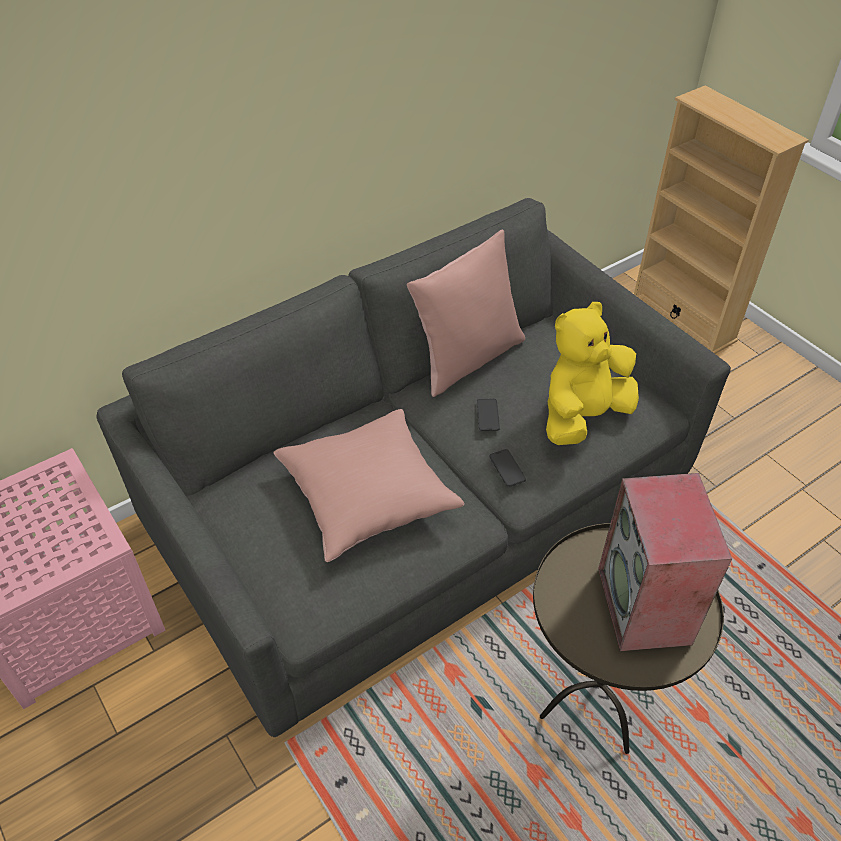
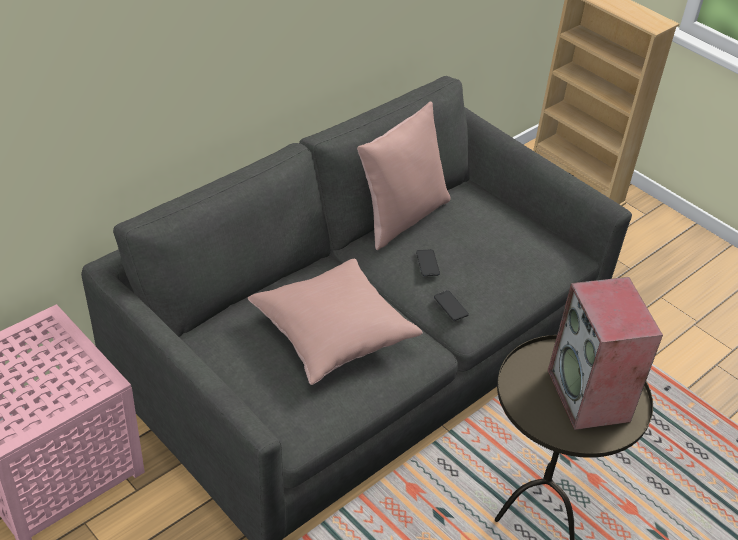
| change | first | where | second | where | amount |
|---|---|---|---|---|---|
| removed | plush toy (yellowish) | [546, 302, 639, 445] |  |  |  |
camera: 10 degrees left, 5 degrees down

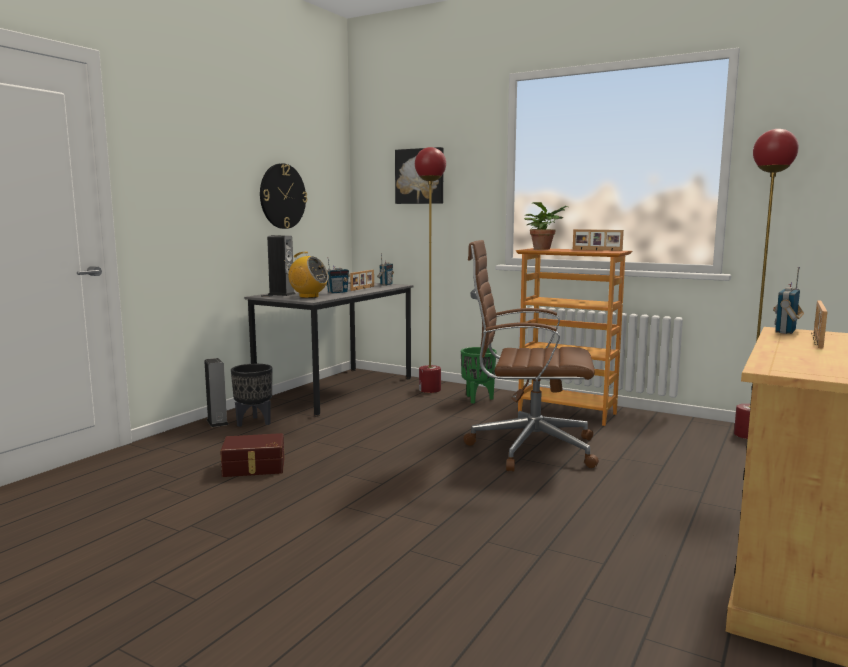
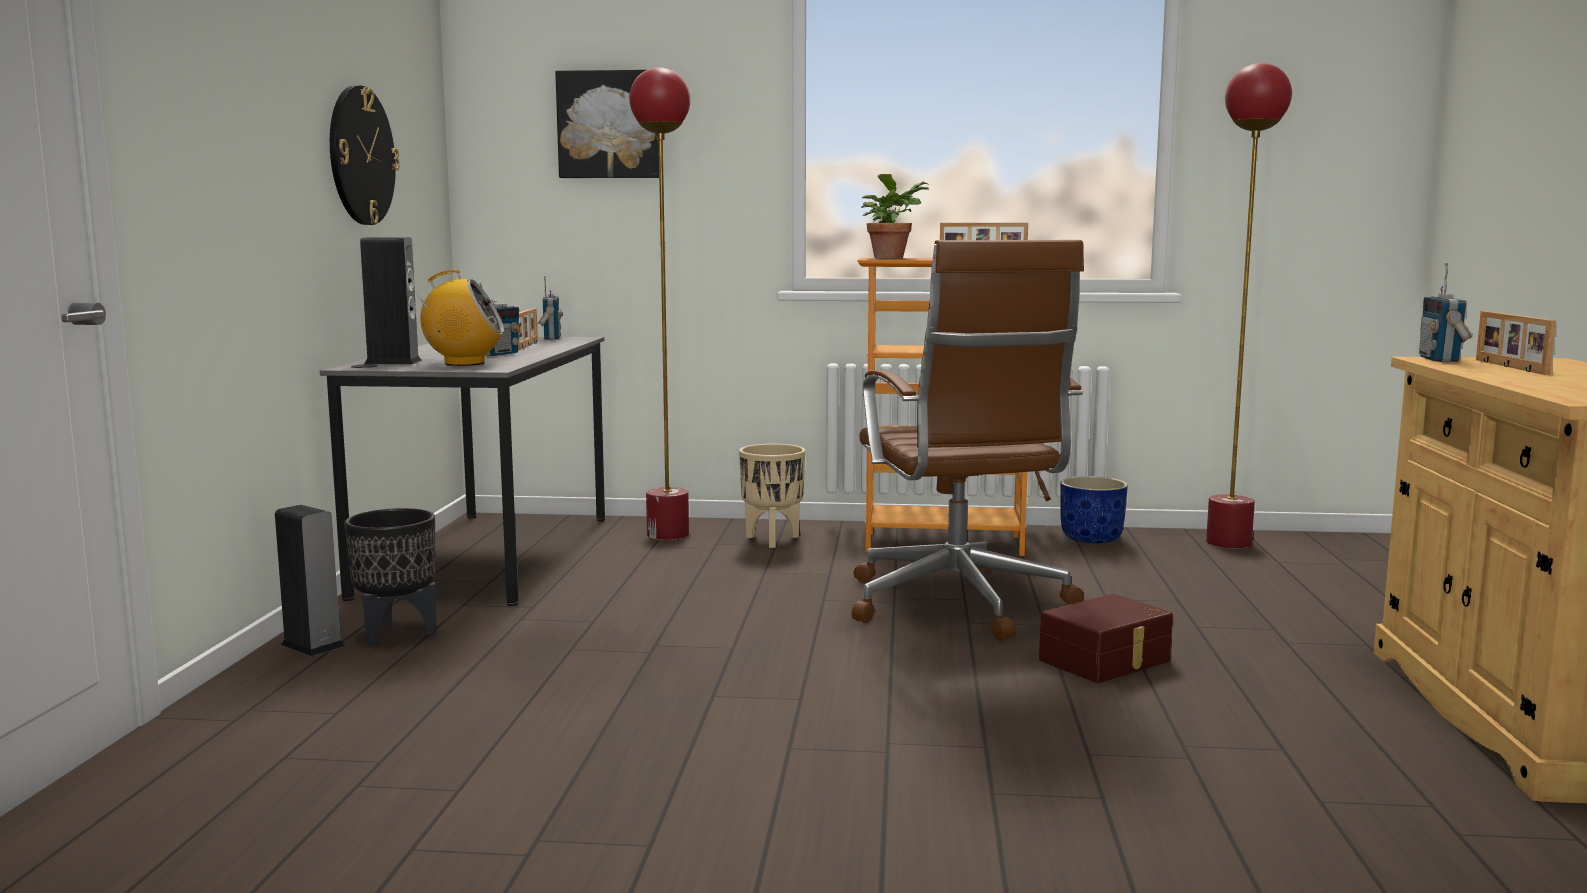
| change | first | where | second | where | amount |
|---|---|---|---|---|---|
| turned | computer chair (brownish) | [463, 240, 599, 472] |  | [851, 240, 1084, 640] | 90 degrees counterclockwise |
| recoloured | flower pot (greenish) | [461, 347, 496, 403] | flower pot (sand-coloured) | [739, 444, 805, 548] |  |
| moved | storage box (brownish) | [220, 433, 285, 477] |  | [1039, 594, 1173, 683] |  |
| added |  |  | flower pot (blue-coloured) | [1060, 476, 1128, 543] |  |
camera: 25 degrees left, 0 degrees up

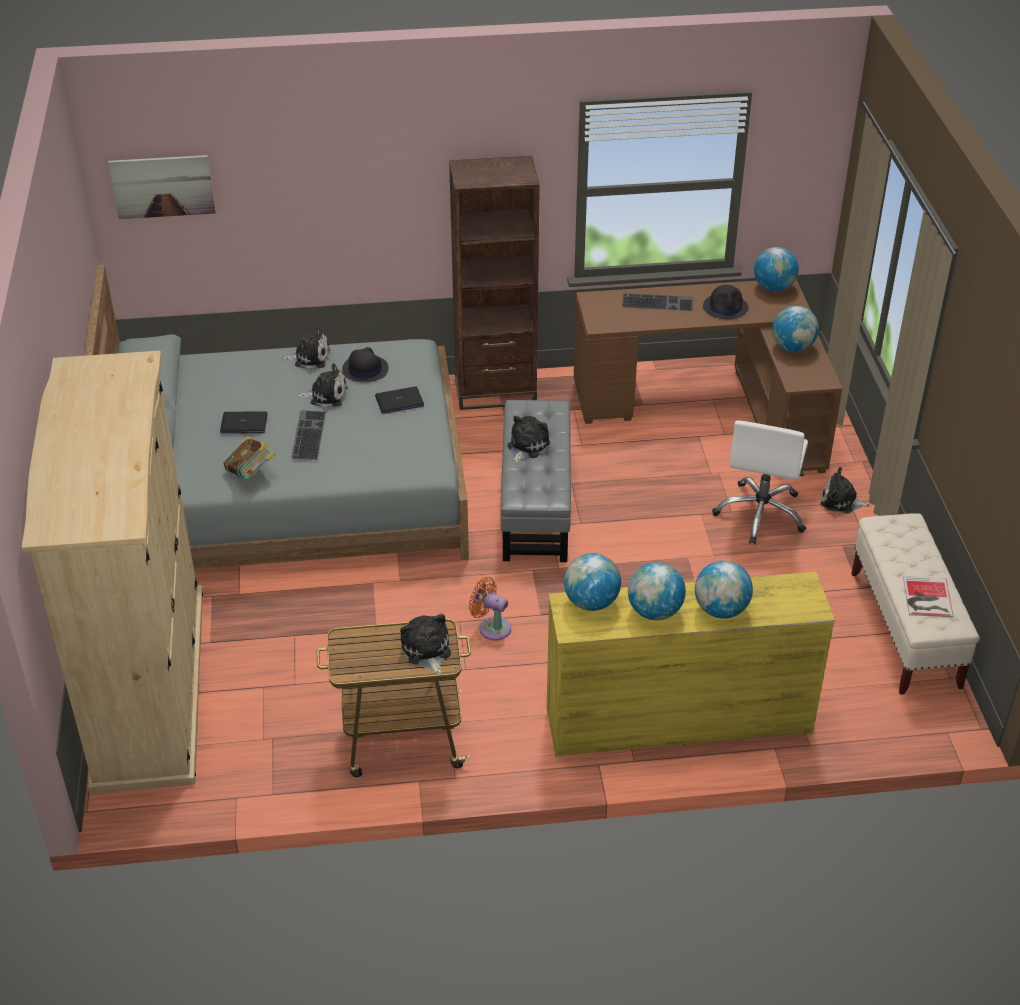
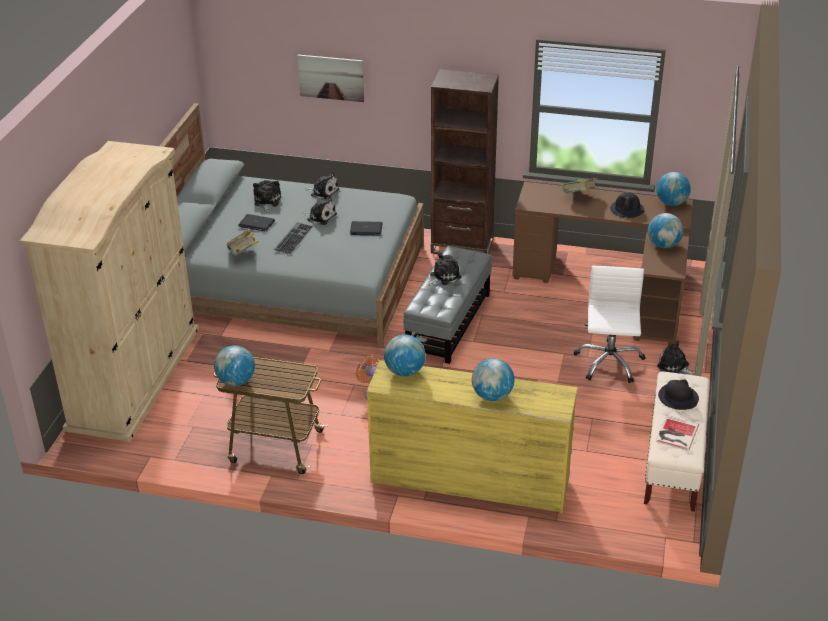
| change | first | where | second | where | amount |
|---|---|---|---|---|---|
| moved | wall picture | [108, 155, 216, 219] |  | [297, 55, 364, 102] |  |
| replaced | keyboard | [622, 293, 693, 311] | book | [562, 178, 599, 193] |  |
| moved | wearable hat (black) | [342, 347, 389, 382] |  | [658, 379, 699, 410] |  |
| turned | computer chair (whitish) | [712, 421, 808, 544] |  | [574, 266, 645, 383] | 150 degrees clockwise |
| moved | desk globe | [628, 562, 686, 620] |  | [214, 345, 255, 386] |  |
| moved | plush toy | [400, 614, 451, 675] |  | [253, 180, 281, 212] |  |
camera: 20 degrees right, 5 degrees down

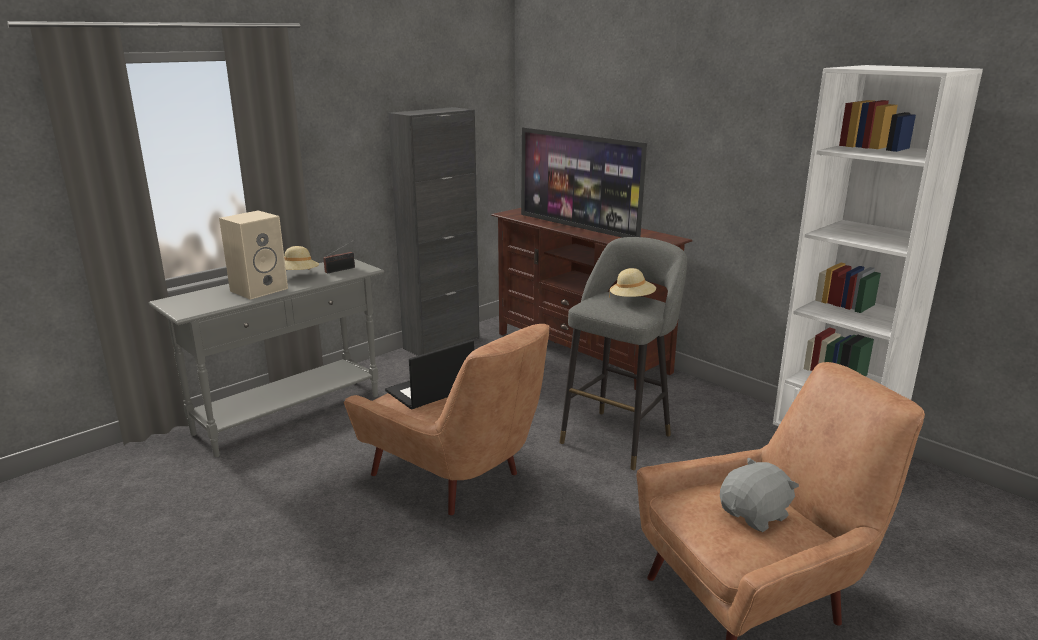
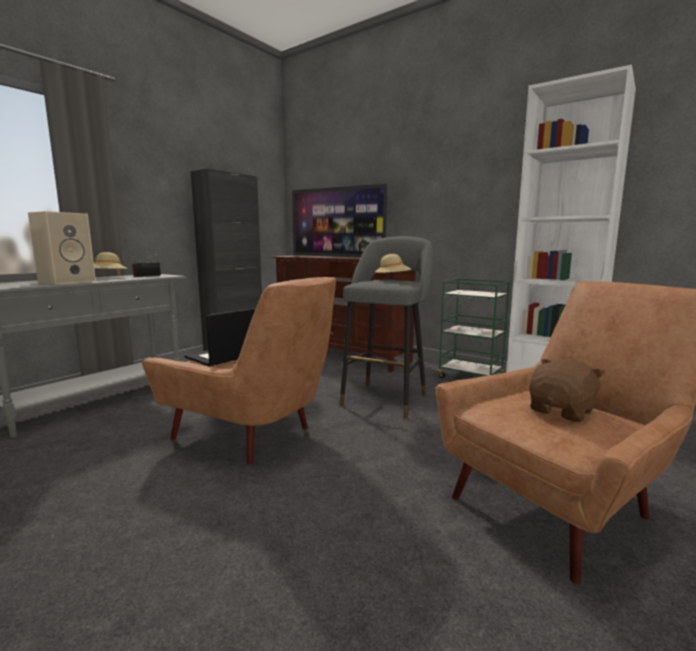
| change | first | where | second | where | amount |
|---|---|---|---|---|---|
| recoloured | plush toy (gray) | [720, 457, 799, 532] | plush toy (brownish) | [529, 359, 606, 422] |  |
| added |  |  | trolley (greenish) | [437, 278, 510, 379] |  |
camera: 10 degrees left, 10 degrees down

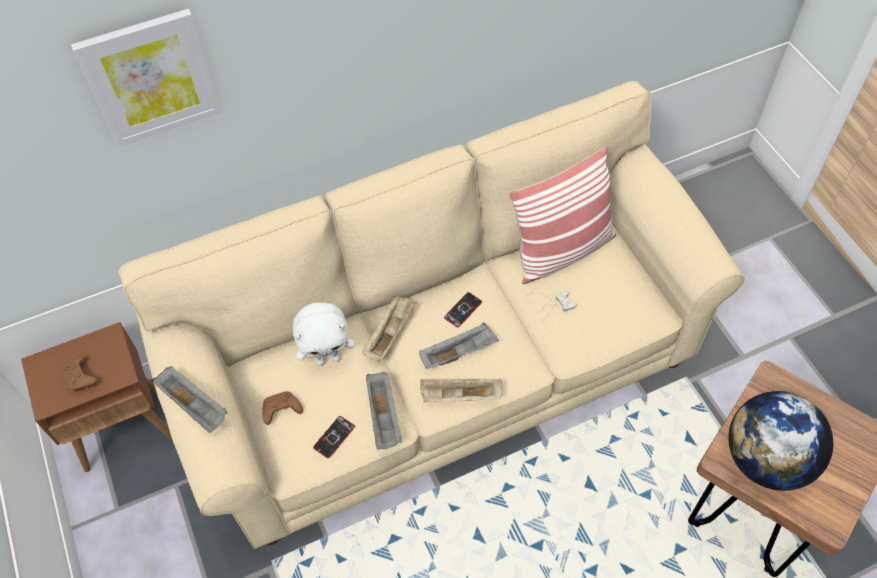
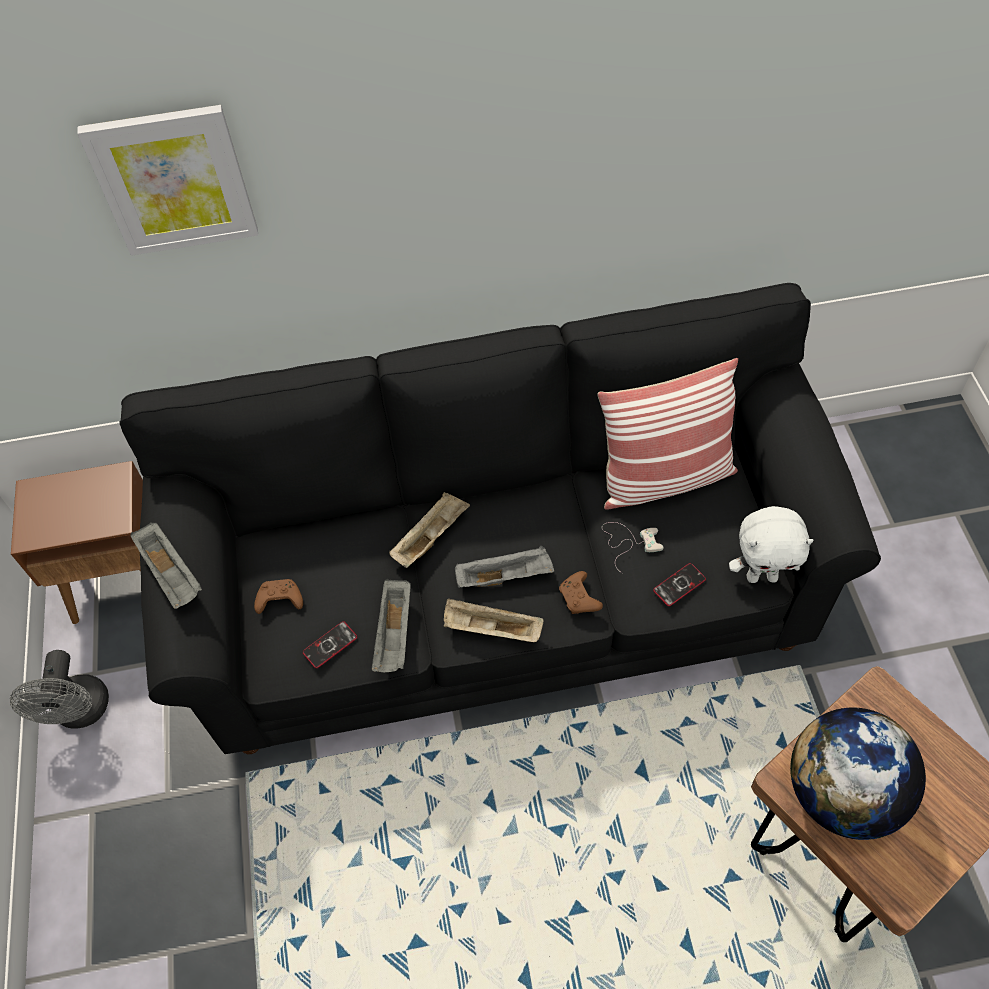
| change | first | where | second | where | amount |
|---|---|---|---|---|---|
| recoloured | sofa (sand-coloured) | [118, 81, 745, 549] | sofa (black) | [119, 283, 881, 754] |  |
| moved | phone | [444, 292, 482, 327] |  | [653, 563, 706, 606] |  |
| moved | plush toy (whitish) | [293, 302, 355, 366] |  | [729, 506, 814, 583] |  |
| moved | gamepad (brownish) | [62, 356, 98, 392] |  | [559, 571, 603, 614] |  |
| added |  |  | fan (gray) | [10, 650, 109, 728] |  |
camera: 15 degrees right, 0 degrees up

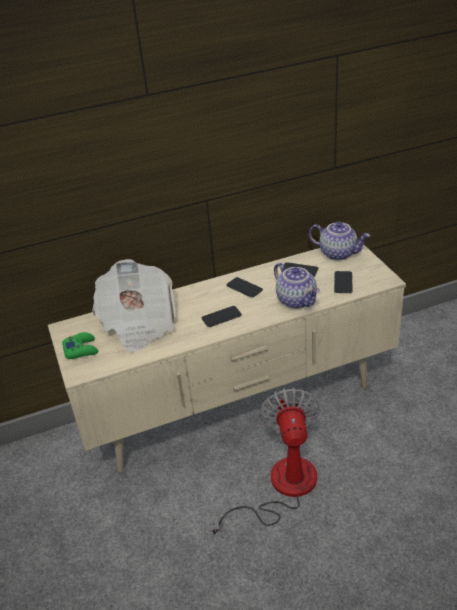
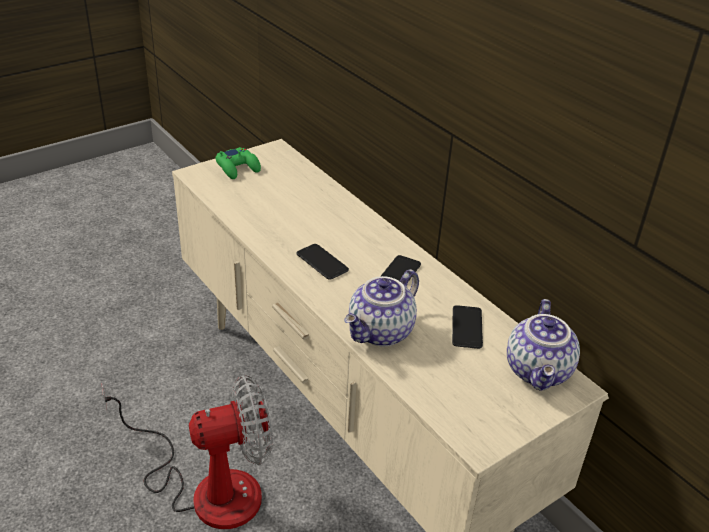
| change | first | where | second | where | amount |
|---|---|---|---|---|---|
| removed | daily paper | [92, 259, 176, 352] |  |  |  |
| removed | phone | [334, 271, 352, 293] |  |  |  |
camera: 70 degrees right, 0 degrees up

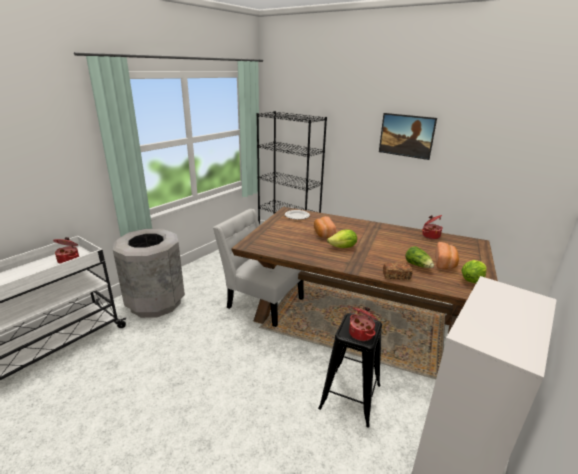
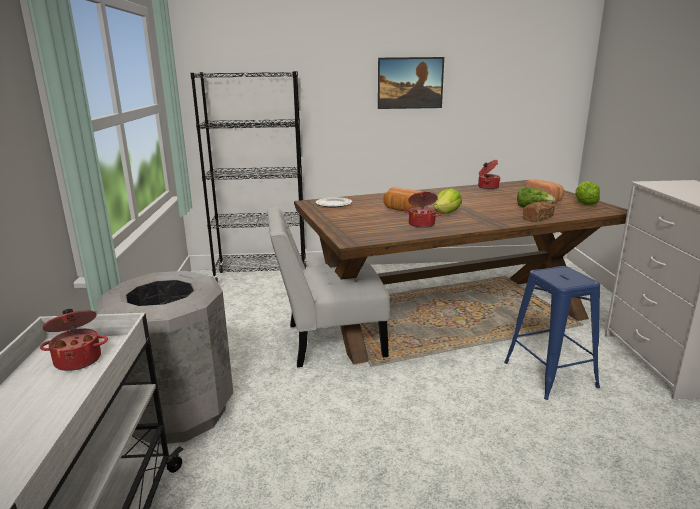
| change | first | where | second | where | amount |
|---|---|---|---|---|---|
| moved | stockpot | [349, 307, 378, 341] |  | [404, 192, 441, 228] |  |
| recoloured | stool (black) | [318, 313, 382, 428] | stool (blue-coloured) | [504, 266, 600, 400] |  |
camera: 40 degrees left, 5 degrees down

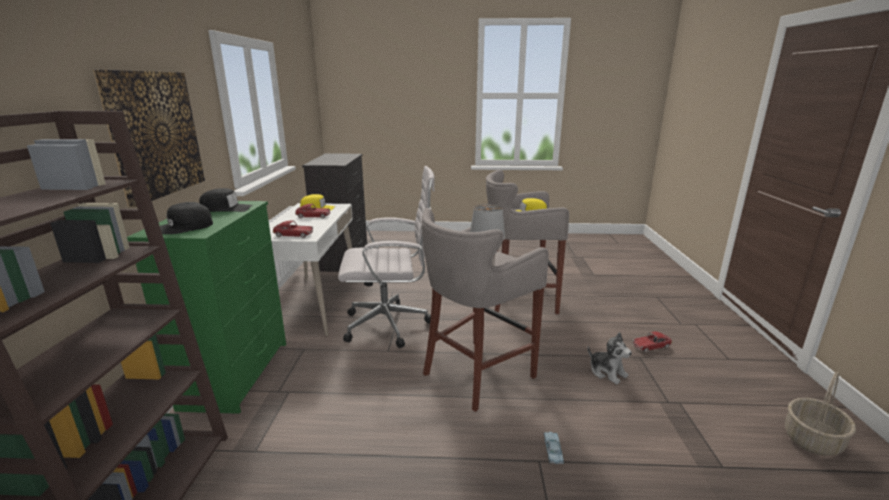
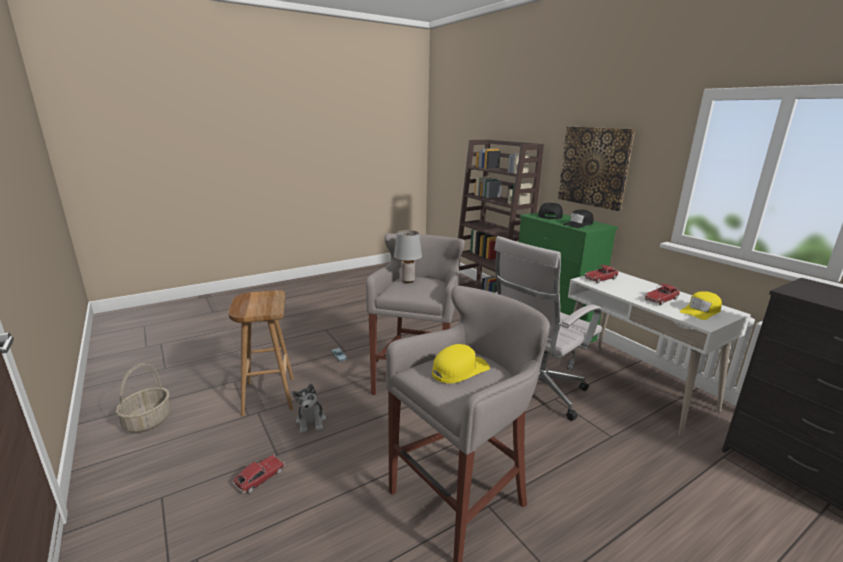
| change | first | where | second | where | amount |
|---|---|---|---|---|---|
| turned | plush toy | [588, 332, 632, 384] |  | [292, 384, 326, 433] | 120 degrees counterclockwise |
| added |  |  | stool (brownish) | [228, 290, 294, 417] |  |
camera: 145 degrees right, 0 degrees up

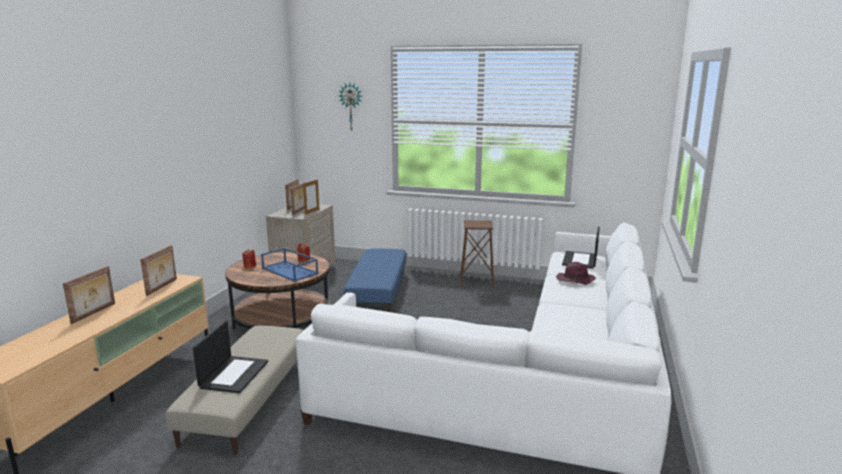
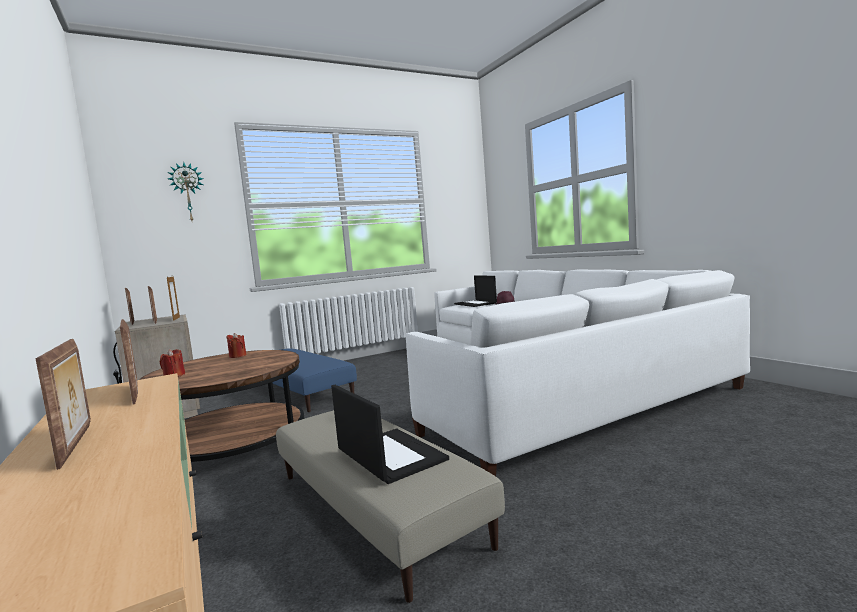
| change | first | where | second | where | amount |
|---|---|---|---|---|---|
| removed | stool (brownish) | [460, 220, 494, 288] |  |  |  |
| removed | carrying tray (blue-coloured) | [261, 248, 318, 282] |  |  |  |
camera: 45 degrees left, 10 degrees down

